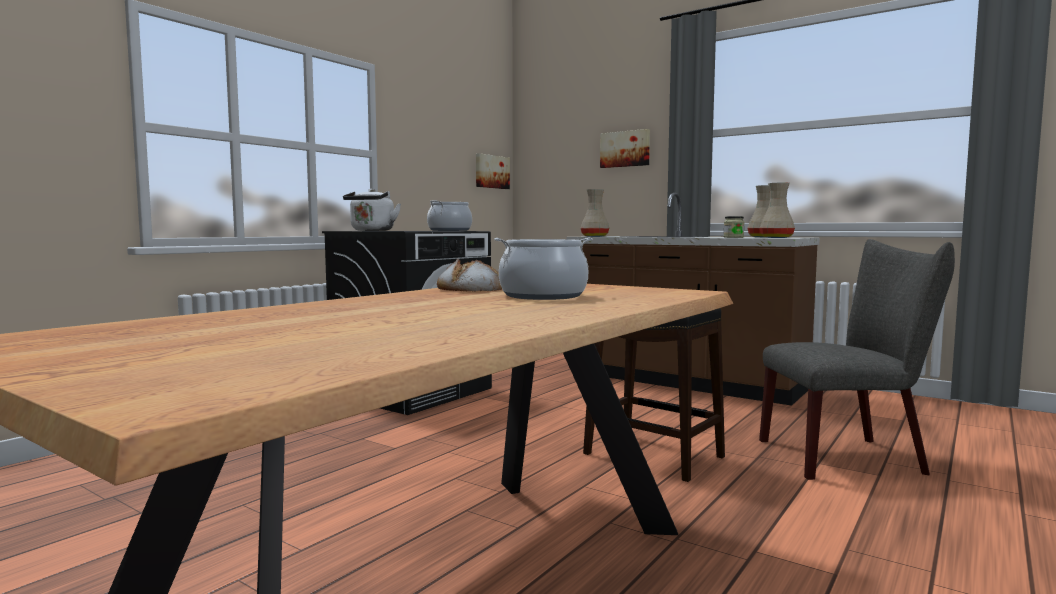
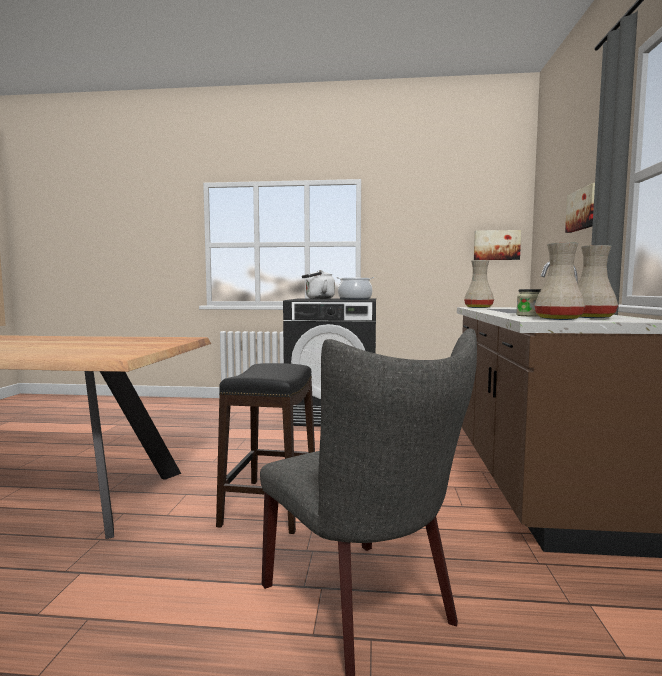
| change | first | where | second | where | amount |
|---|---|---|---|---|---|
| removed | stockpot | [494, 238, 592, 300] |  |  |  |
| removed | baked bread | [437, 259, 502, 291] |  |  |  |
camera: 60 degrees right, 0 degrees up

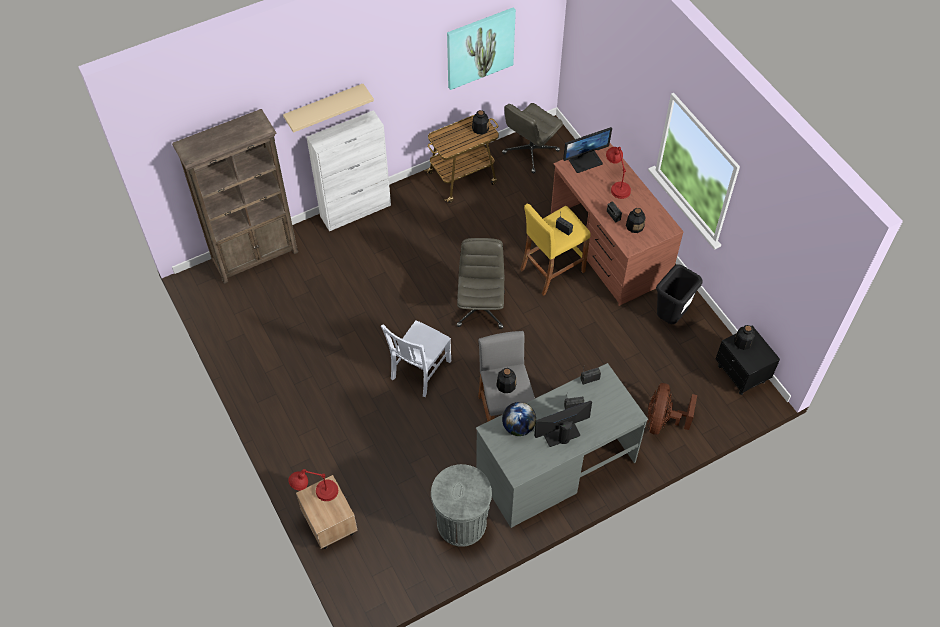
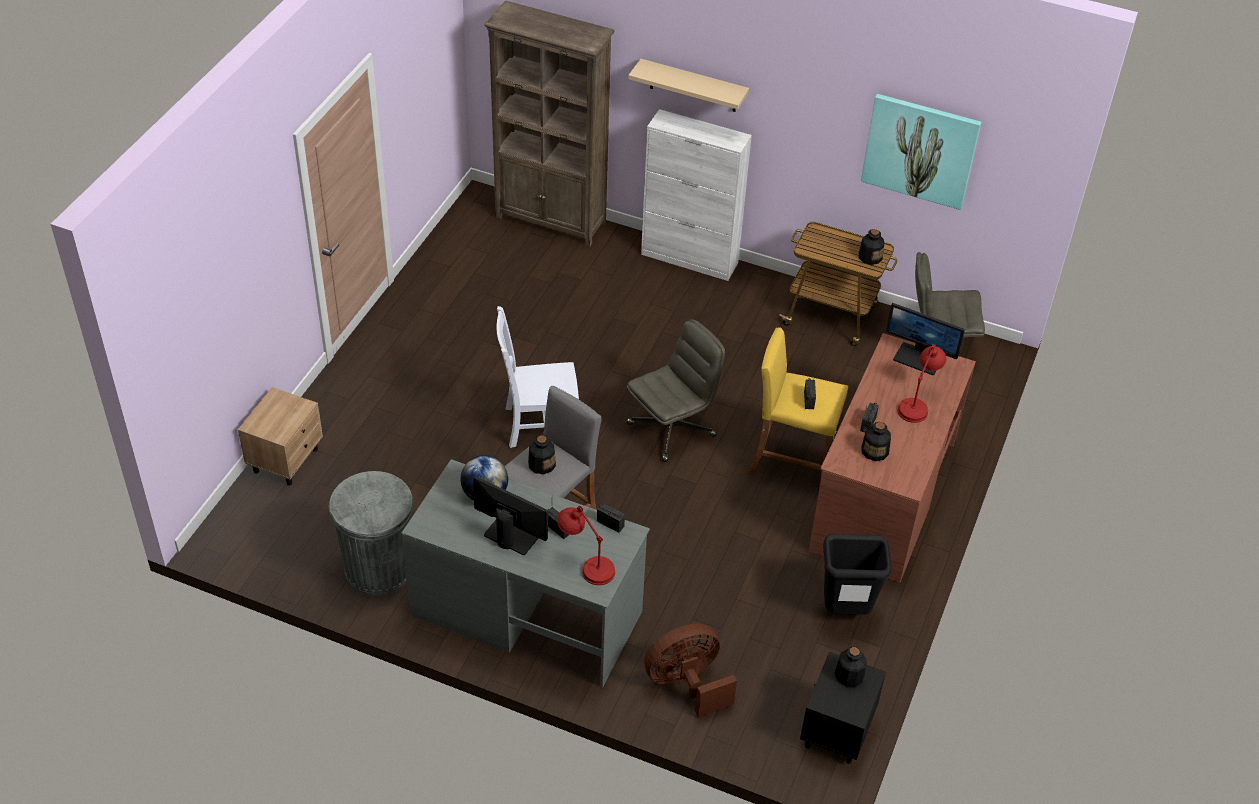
| change | first | where | second | where | amount |
|---|---|---|---|---|---|
| moved | table lamp (red-coloured) | [288, 469, 338, 501] |  | [557, 506, 615, 585] |  |
camera: 50 degrees right, 10 degrees down

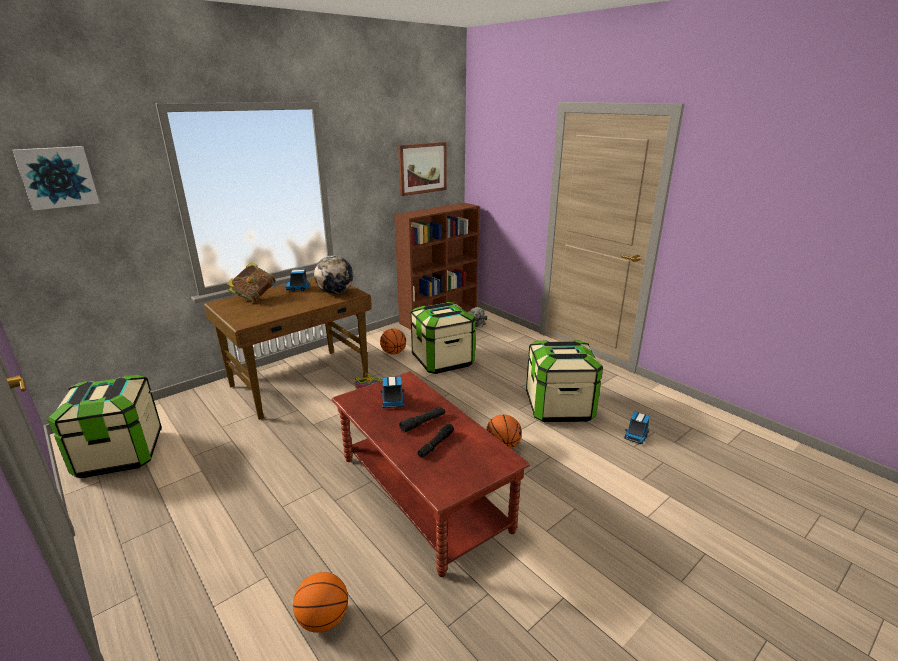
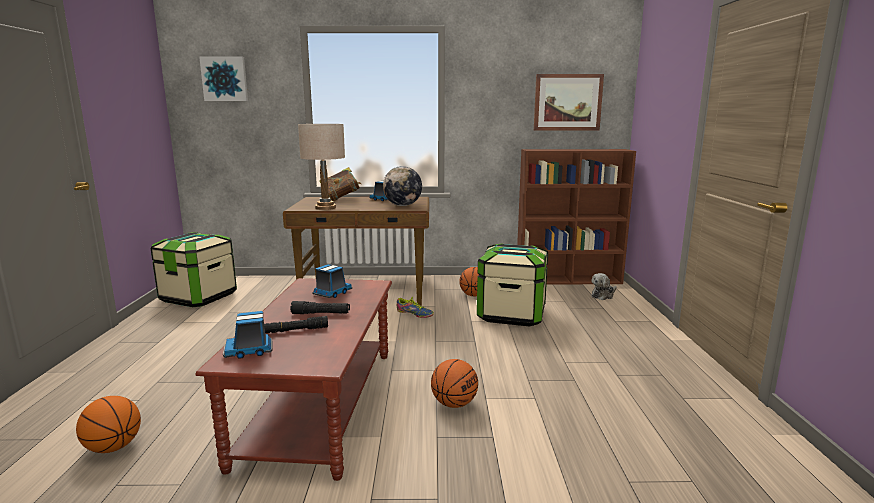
| change | first | where | second | where | amount |
|---|---|---|---|---|---|
| removed | storage box | [526, 340, 603, 422] |  |  |  |
| moved | model truck | [624, 412, 650, 444] |  | [223, 311, 273, 359] |  |
| added |  |  | table lamp (sand-coloured) | [298, 124, 345, 210] |  |
camera: 40 degrees right, 10 degrees down

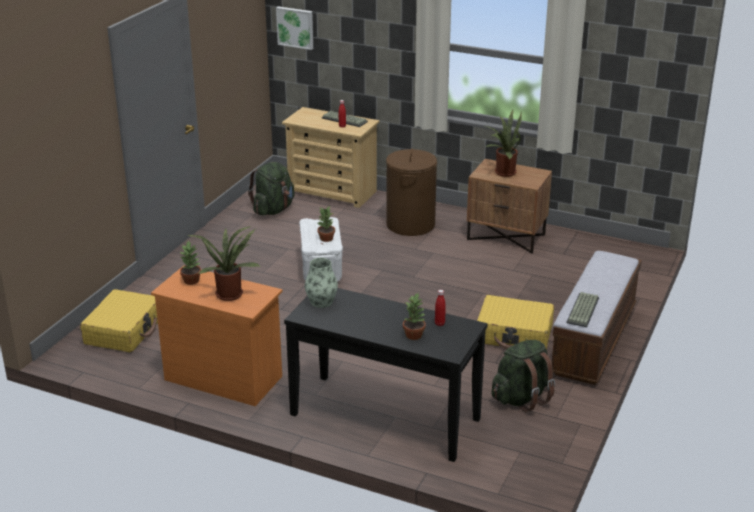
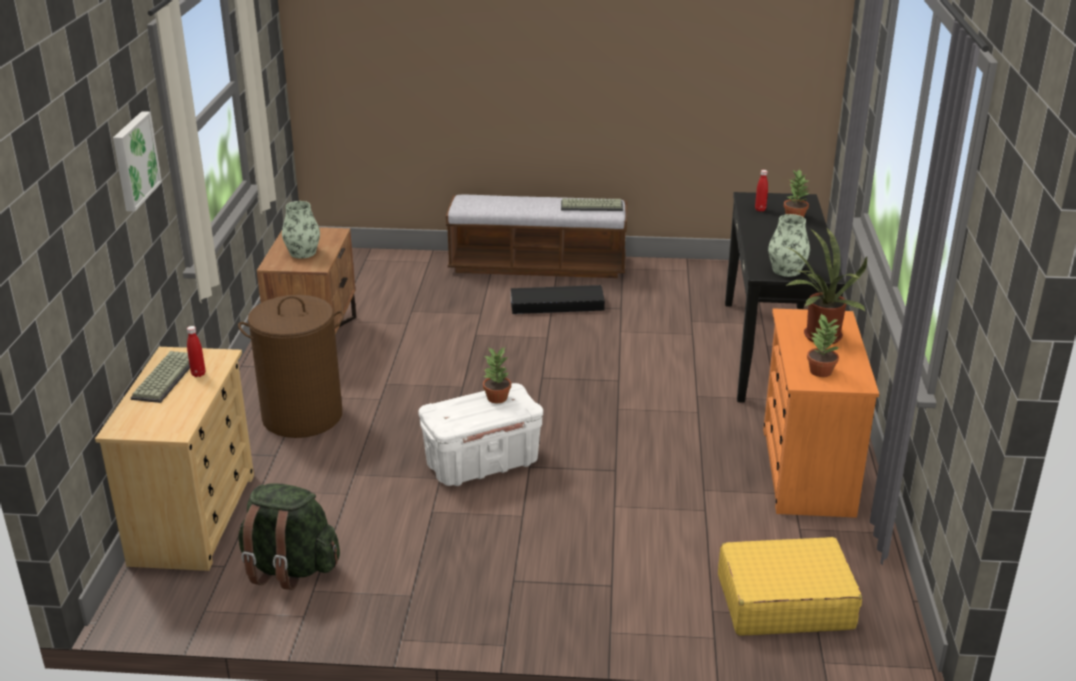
| change | first | where | second | where | amount |
|---|---|---|---|---|---|
| moved | wall picture | [276, 7, 313, 50] |  | [113, 111, 162, 211] |  |
| replaced | houseplant | [485, 110, 522, 177] | decorative vase | [282, 201, 320, 259] |  |
| replaced | piece of luggage (yellowish) | [477, 295, 554, 350] | storage box (black) | [510, 285, 605, 314] |  |
| removed | knapsack (greenish) | [491, 340, 555, 412] |  |  |  |
camera: 110 degrees left, 0 degrees up

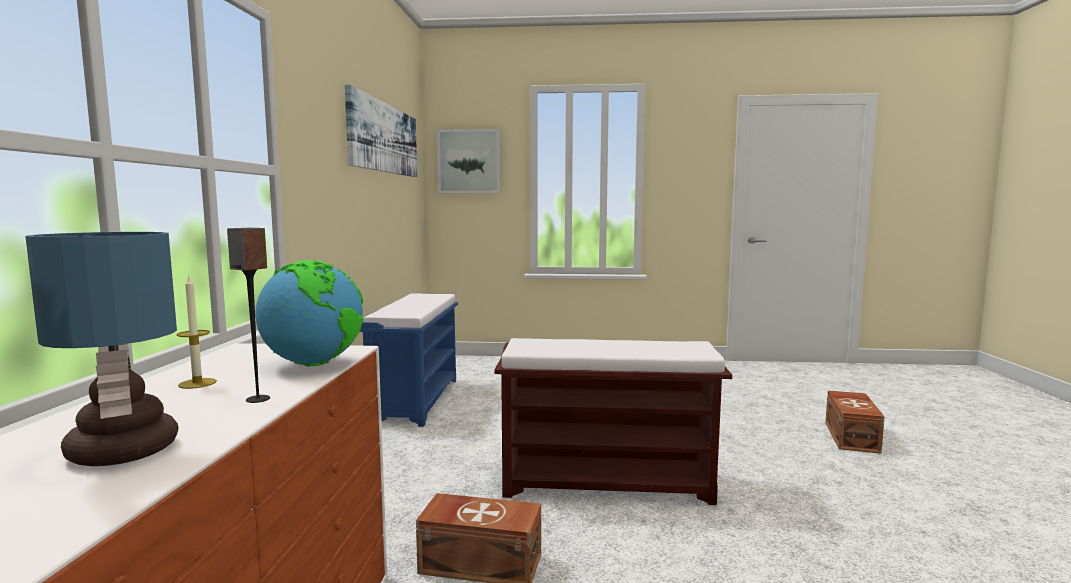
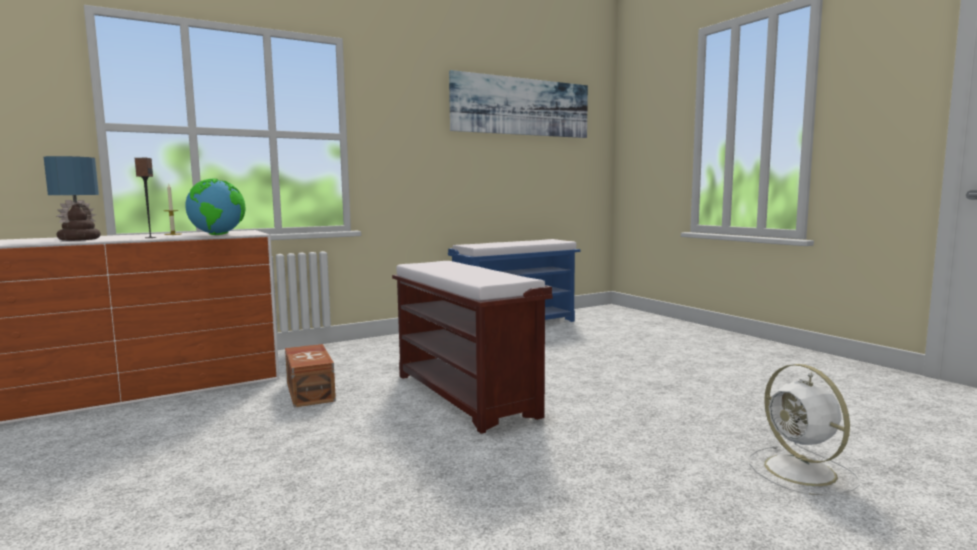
| change | first | where | second | where | amount |
|---|---|---|---|---|---|
| removed | wall picture | [437, 129, 500, 193] |  |  |  |
| replaced | storage box (brownish) | [825, 391, 885, 454] | fan (whitish) | [749, 364, 860, 496] |  |
camera: 55 degrees right, 0 degrees up

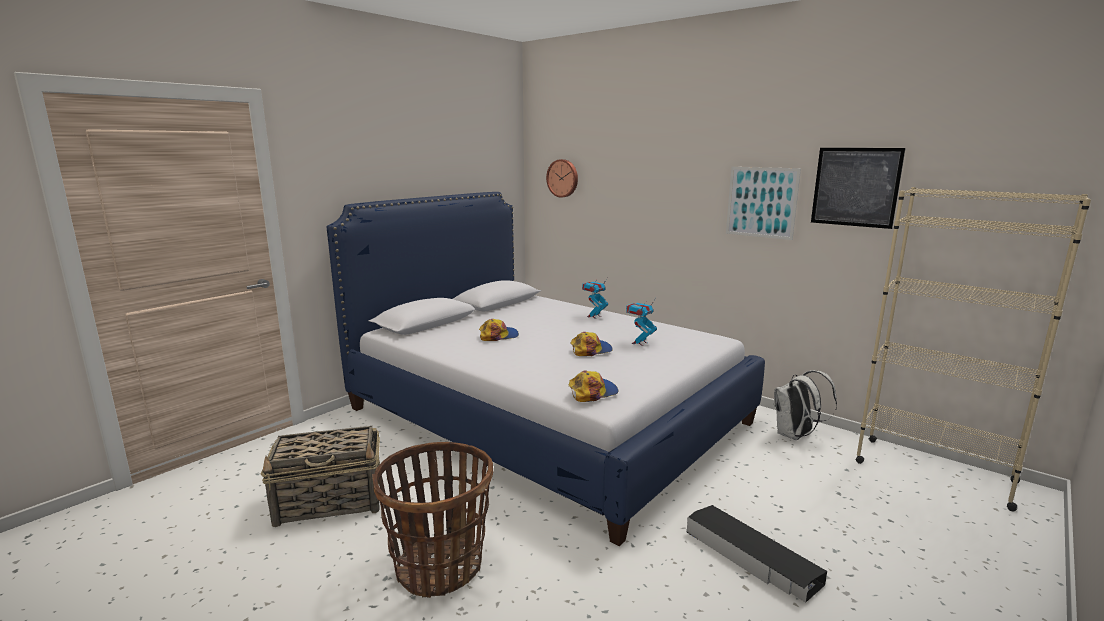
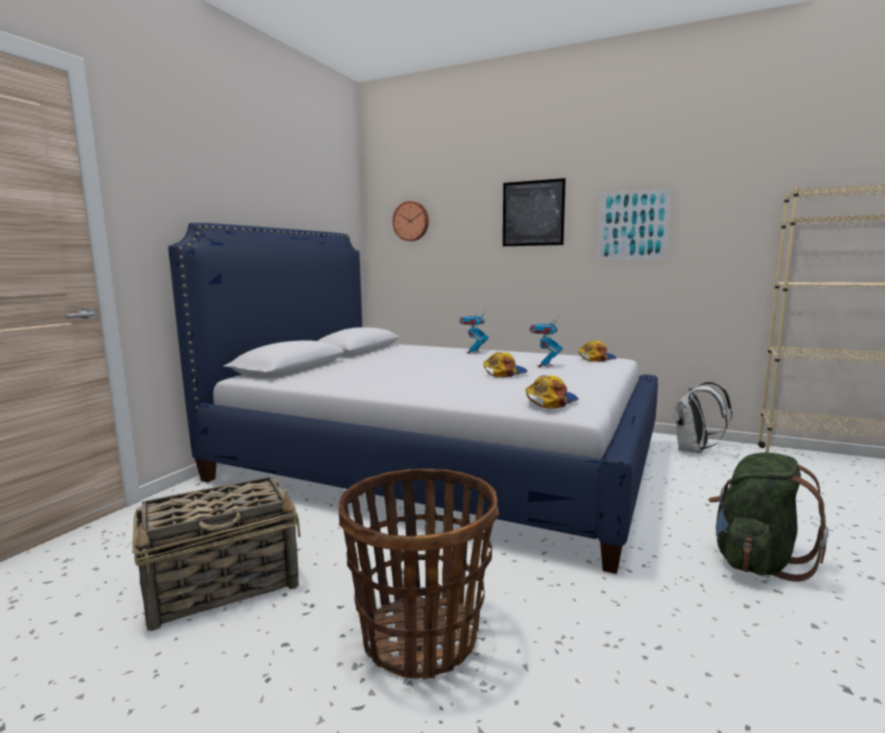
| change | first | where | second | where | amount |
|---|---|---|---|---|---|
| moved | wall picture | [811, 148, 905, 229] |  | [503, 178, 566, 246] |  |
| moved | baseball cap | [479, 319, 519, 341] |  | [579, 340, 617, 362] |  |
| replaced | storage box (black) | [687, 505, 827, 603] | knapsack (greenish) | [708, 453, 828, 582] |  |
camera: 15 degrees left, 5 degrees down

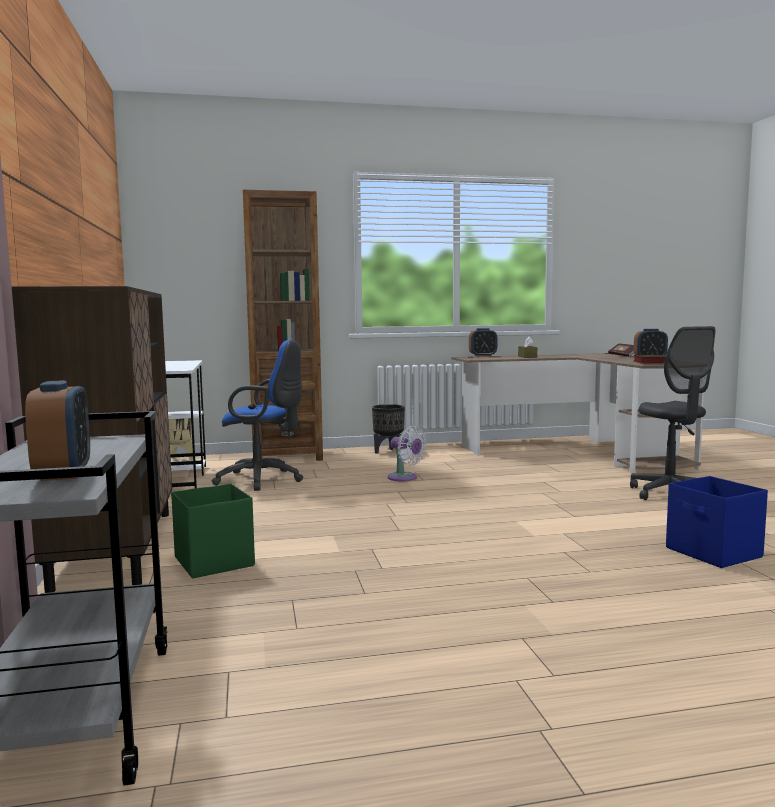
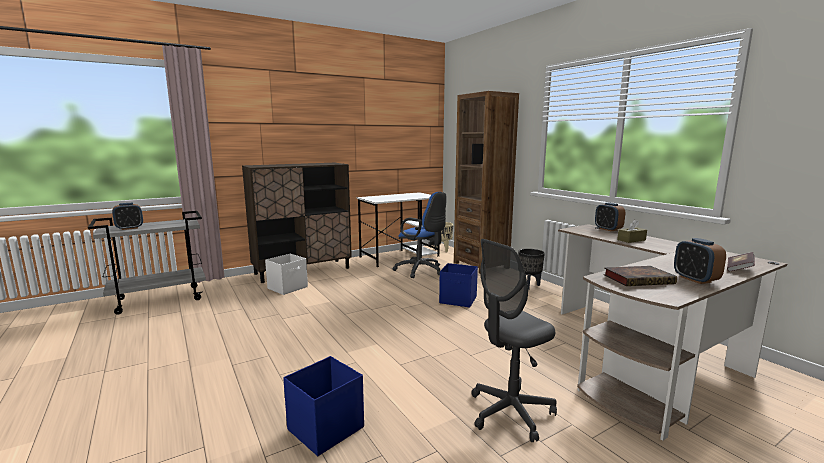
| change | first | where | second | where | amount |
|---|---|---|---|---|---|
| turned | computer chair (blue-coloured) | [212, 340, 303, 491] |  | [393, 192, 447, 278] | 45 degrees counterclockwise |
| replaced | fan (whitish) | [388, 426, 427, 481] | storage box (blue-coloured) | [439, 263, 478, 308] |  |
| recoloured | storage box (greenish) | [171, 484, 255, 578] | storage box (whitish) | [265, 254, 308, 295] |  |
camera: 70 degrees right, 5 degrees up

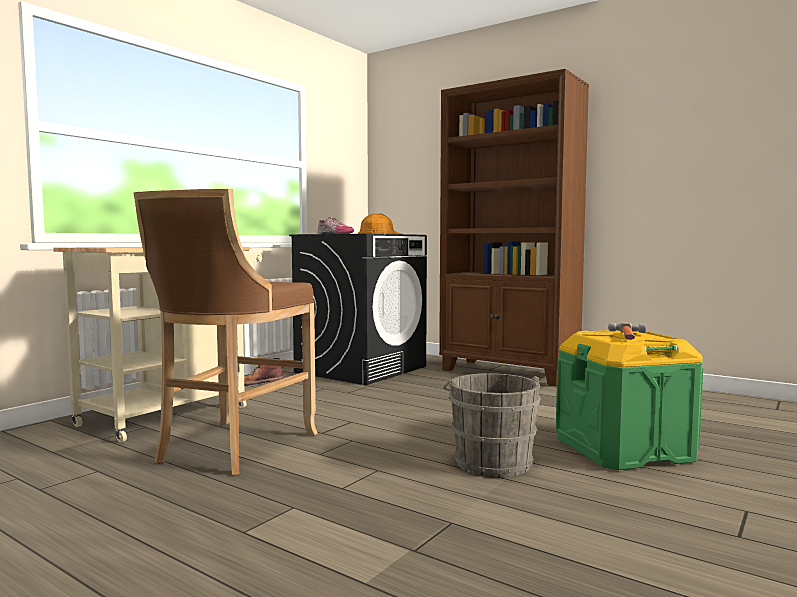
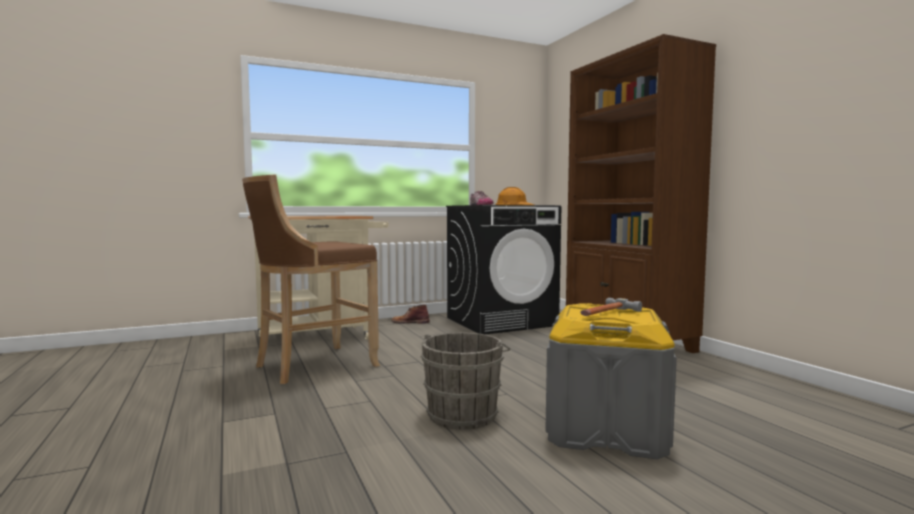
| change | first | where | second | where | amount |
|---|---|---|---|---|---|
| recoloured | storage box (greenish) | [556, 330, 703, 470] | storage box (gray) | [545, 303, 677, 460] |  |
camera: 30 degrees right, 0 degrees up

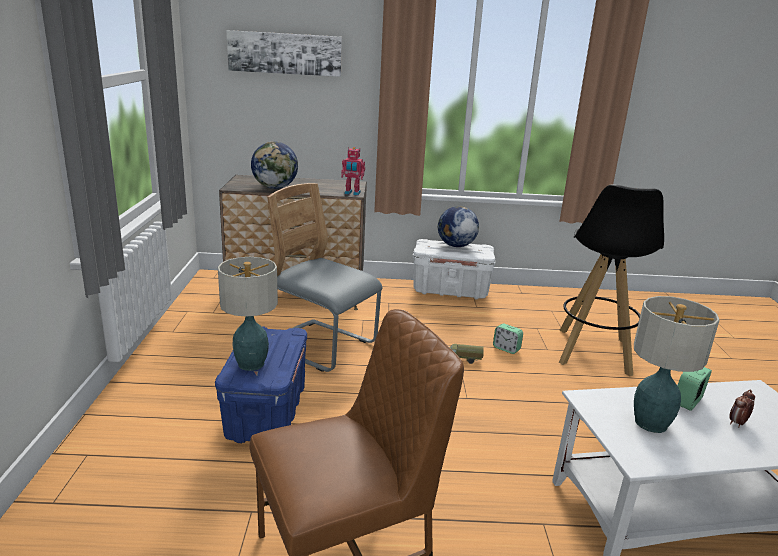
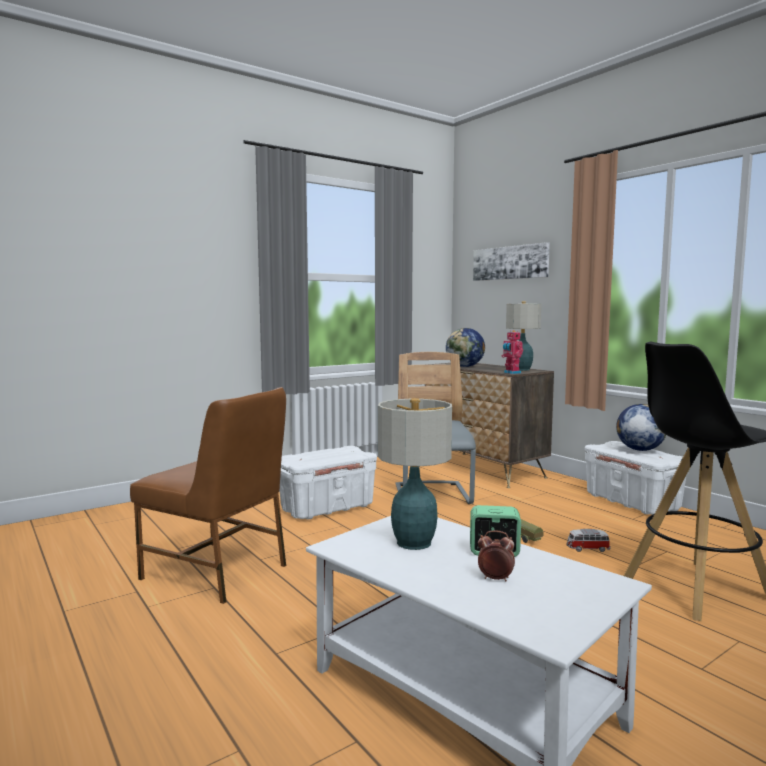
| change | first | where | second | where | amount |
|---|---|---|---|---|---|
| moved | table lamp | [218, 257, 278, 371] |  | [506, 301, 541, 371] |  |
| replaced | table clock | [493, 323, 523, 354] | miniature car | [567, 529, 610, 552] |  |
| recoloured | storage box (blue-coloured) | [215, 326, 307, 443] | storage box (whitish) | [279, 446, 377, 520] |  |
camera: 55 degrees right, 15 degrees down

